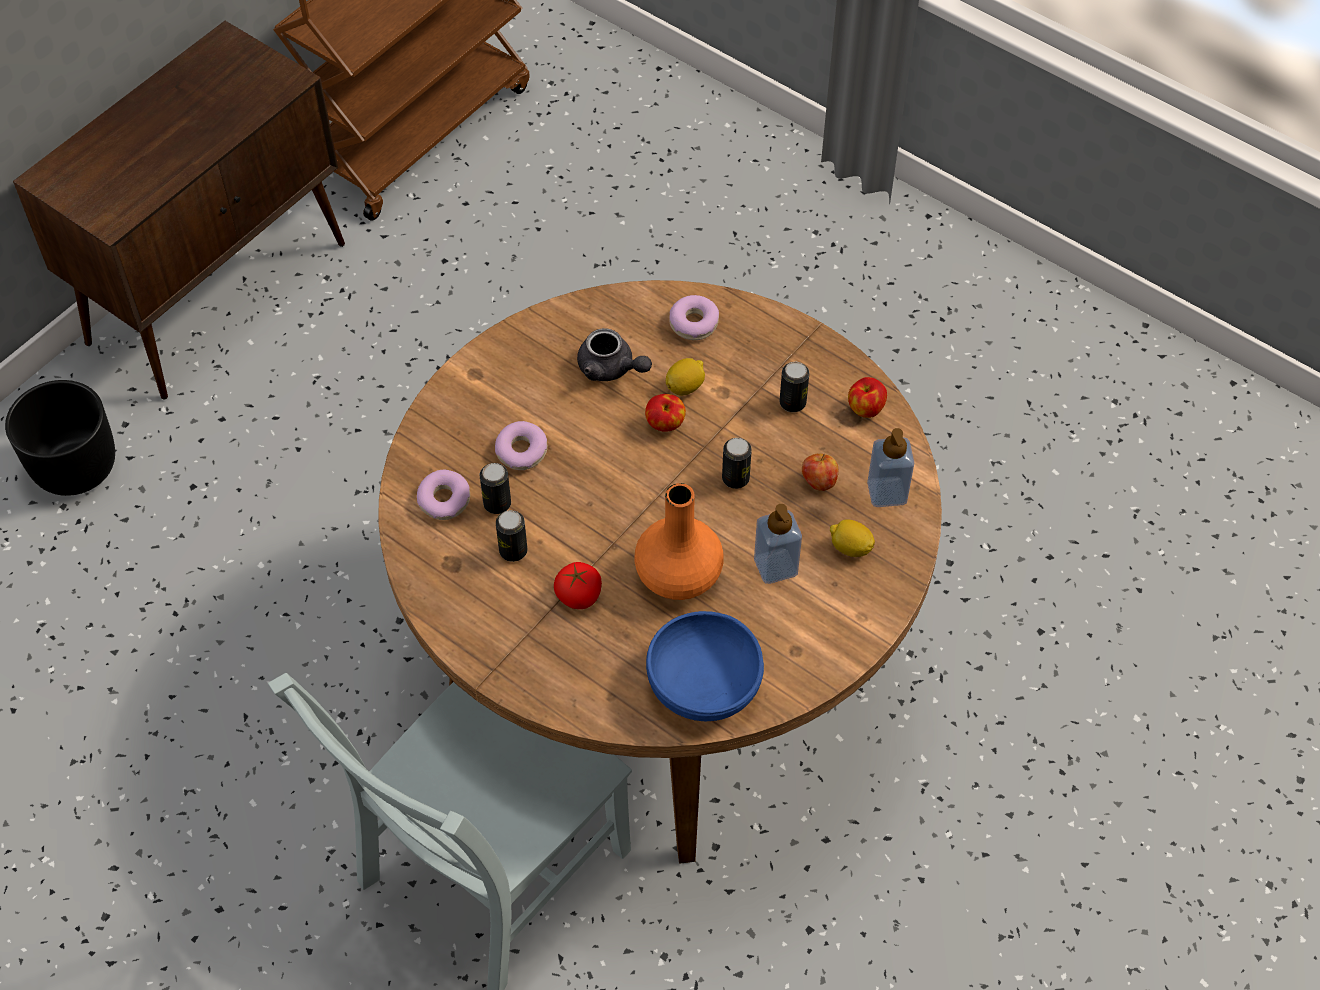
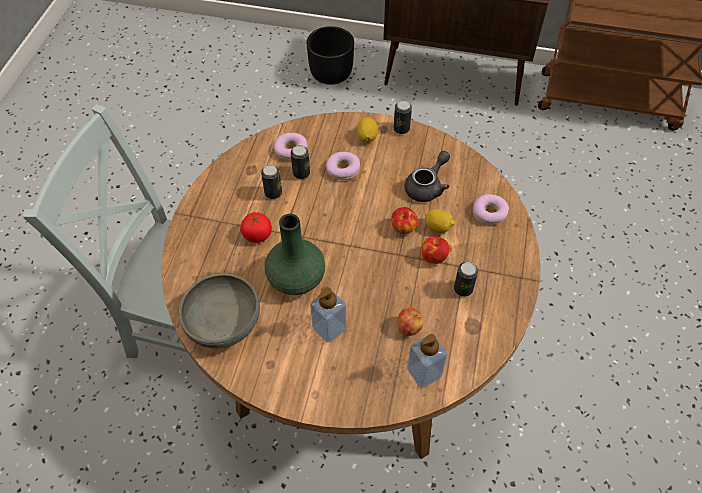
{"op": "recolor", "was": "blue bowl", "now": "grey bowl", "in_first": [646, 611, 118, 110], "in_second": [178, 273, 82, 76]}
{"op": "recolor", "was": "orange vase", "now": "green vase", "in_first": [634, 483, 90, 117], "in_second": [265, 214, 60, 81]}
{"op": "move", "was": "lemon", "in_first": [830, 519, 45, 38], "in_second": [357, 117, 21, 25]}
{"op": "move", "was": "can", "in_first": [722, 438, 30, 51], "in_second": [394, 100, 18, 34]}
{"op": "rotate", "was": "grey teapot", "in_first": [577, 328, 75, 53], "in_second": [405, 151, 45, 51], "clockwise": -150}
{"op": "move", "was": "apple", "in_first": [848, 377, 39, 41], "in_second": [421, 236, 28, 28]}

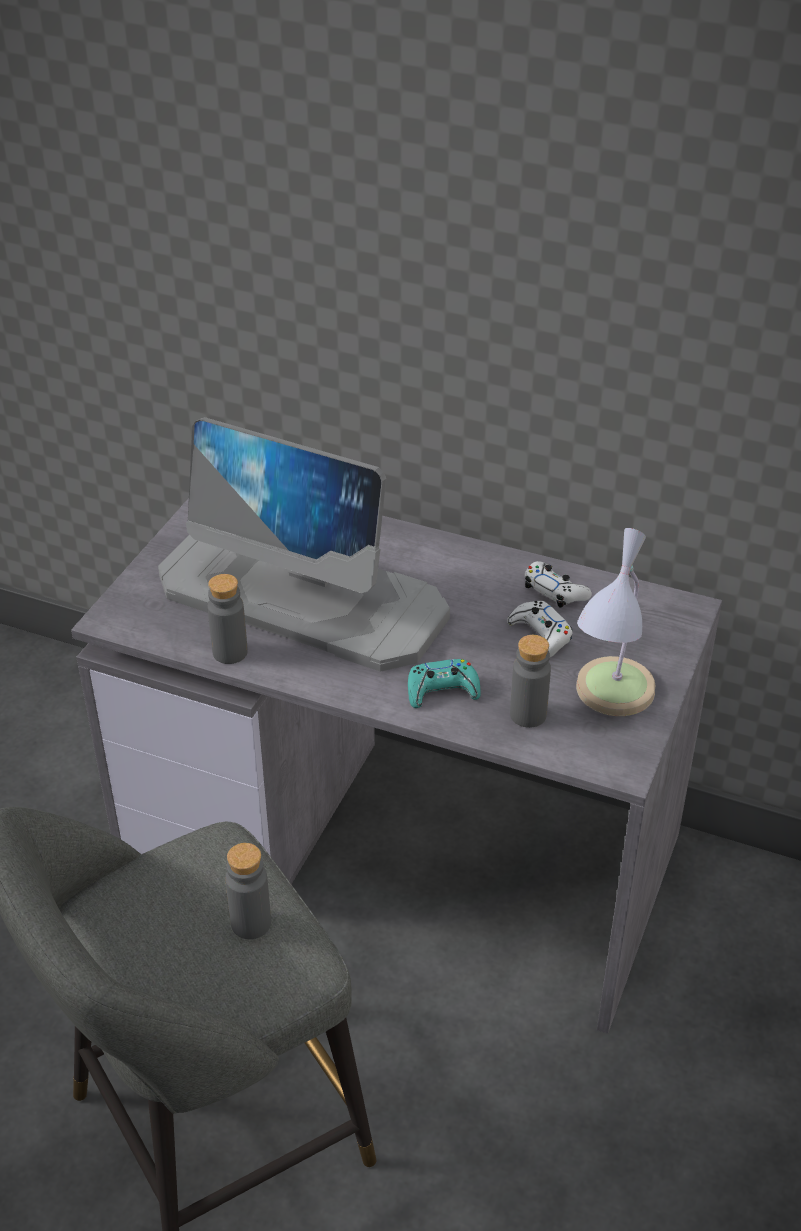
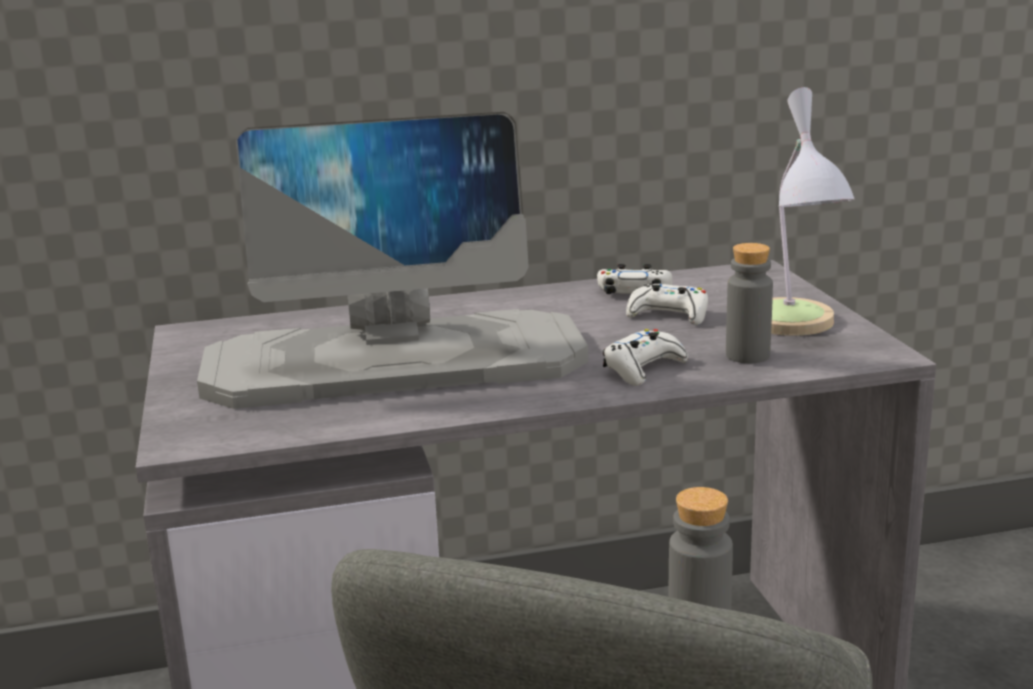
{"op": "recolor", "was": "turquoise game controller", "now": "white game controller", "in_first": [408, 659, 73, 49], "in_second": [603, 329, 85, 57]}
{"op": "delete", "was": "grey bottle", "in_first": [207, 574, 41, 90]}

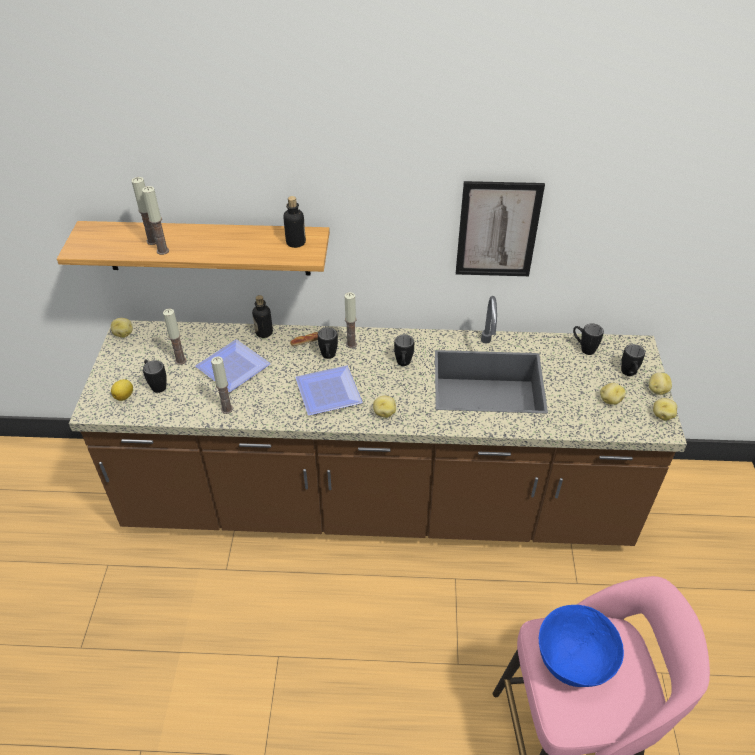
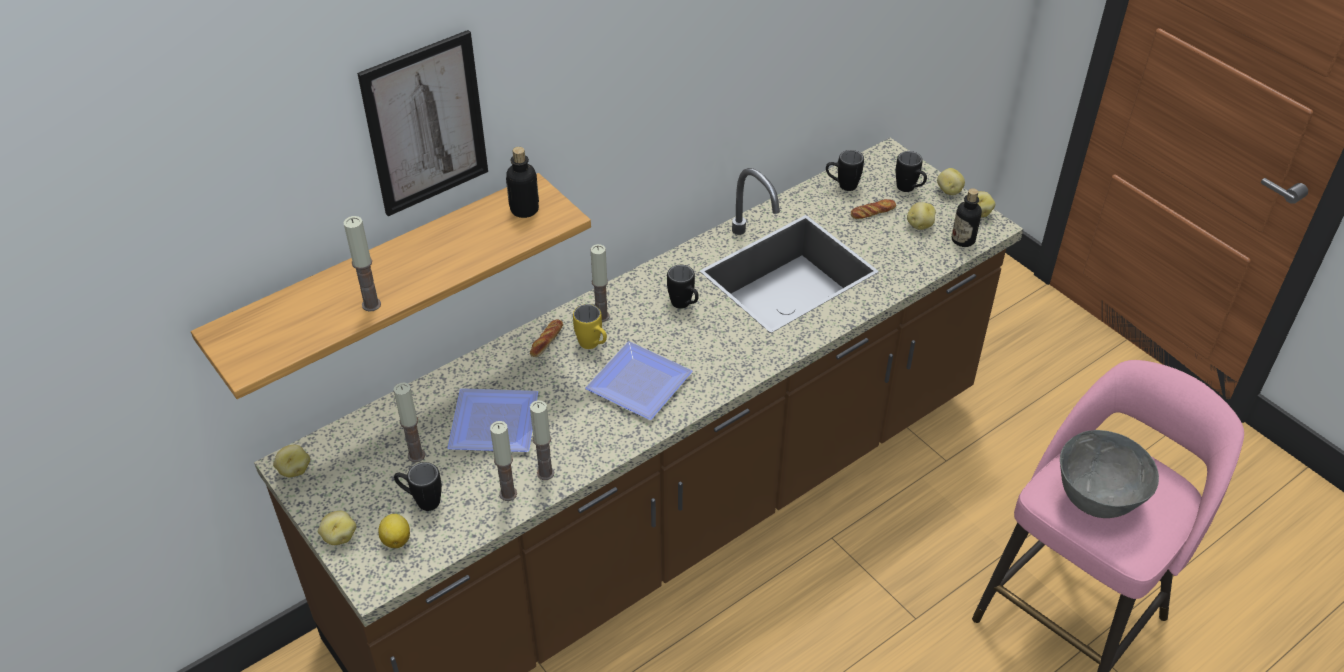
{"op": "move", "was": "potato", "in_first": [373, 396, 23, 22], "in_second": [318, 511, 38, 34]}
{"op": "move", "was": "picture", "in_first": [456, 181, 89, 95], "in_second": [357, 30, 131, 186]}
{"op": "move", "was": "candle", "in_first": [131, 177, 25, 68], "in_second": [490, 421, 27, 80]}
{"op": "recolor", "was": "black mug", "now": "yellow mug", "in_first": [318, 327, 20, 32], "in_second": [573, 304, 34, 45]}
{"op": "insert", "now": "bread", "in_second": [851, 199, 45, 20]}
{"op": "move", "was": "bottle", "in_first": [252, 295, 21, 43], "in_second": [952, 188, 30, 59]}
{"op": "recolor", "was": "blue bowl", "now": "grey bowl", "in_first": [539, 605, 85, 82], "in_second": [1060, 430, 99, 88]}

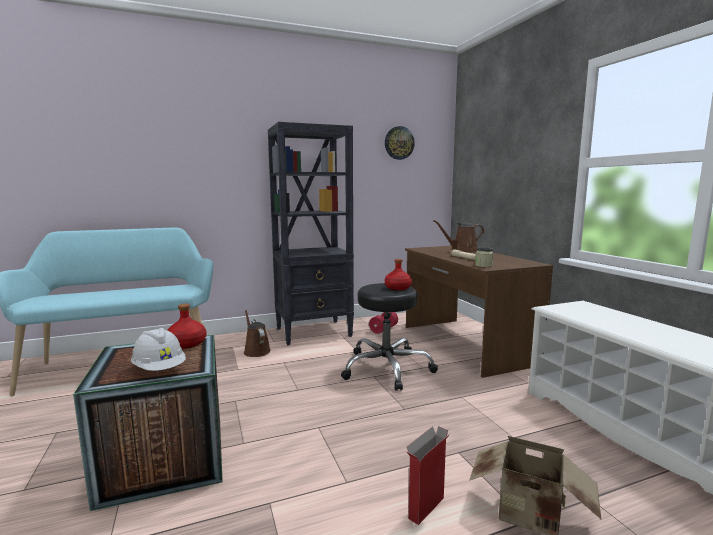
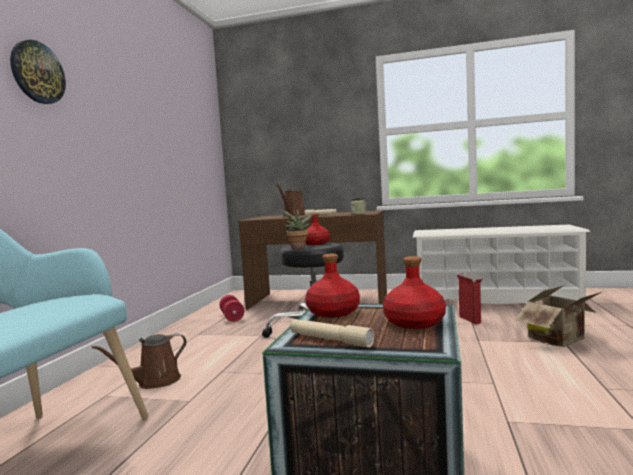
{"op": "move", "was": "wall clock", "in_first": [385, 126, 30, 34], "in_second": [10, 40, 56, 64]}
{"op": "rotate", "was": "brown watering can", "in_first": [244, 310, 27, 47], "in_second": [92, 333, 95, 56], "clockwise": -45}
{"op": "insert", "now": "potted plant", "in_second": [282, 208, 31, 41]}
{"op": "insert", "now": "beige flashlight", "in_second": [290, 319, 84, 29]}
{"op": "replace", "was": "white hard hat", "now": "red bottle", "in_first": [131, 328, 55, 43], "in_second": [383, 256, 63, 73]}
{"op": "move", "was": "cardboard box", "in_first": [407, 426, 43, 99], "in_second": [456, 273, 26, 51]}
{"op": "delete", "was": "black bookcase", "in_first": [268, 122, 86, 223]}

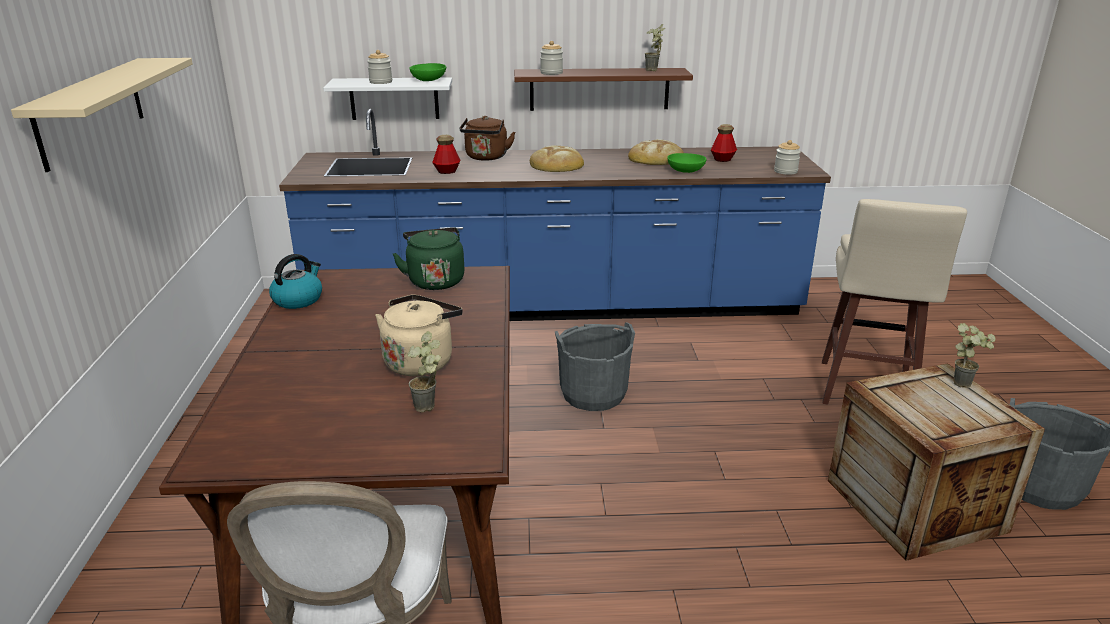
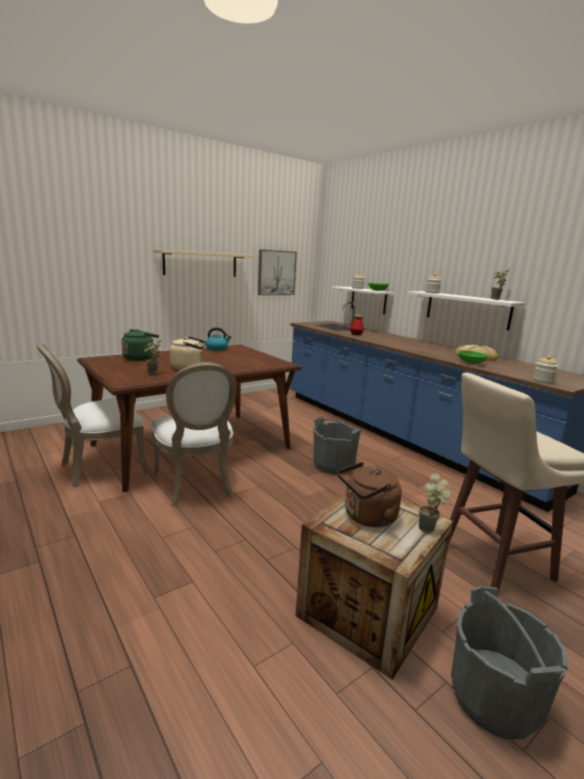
{"op": "move", "was": "green kettle", "in_first": [393, 227, 72, 63], "in_second": [121, 329, 38, 31]}
{"op": "insert", "now": "white chair", "in_second": [151, 362, 86, 144]}
{"op": "insert", "now": "picture", "in_second": [258, 249, 39, 46]}
{"op": "move", "was": "brown kettle", "in_first": [460, 116, 55, 45], "in_second": [338, 462, 64, 65]}
{"op": "recolor", "was": "brown shelf", "now": "white shelf", "in_first": [514, 68, 179, 43], "in_second": [408, 291, 118, 39]}
{"op": "delete", "was": "bread", "in_first": [530, 145, 54, 27]}
{"op": "delete", "was": "bottle", "in_first": [711, 124, 26, 38]}

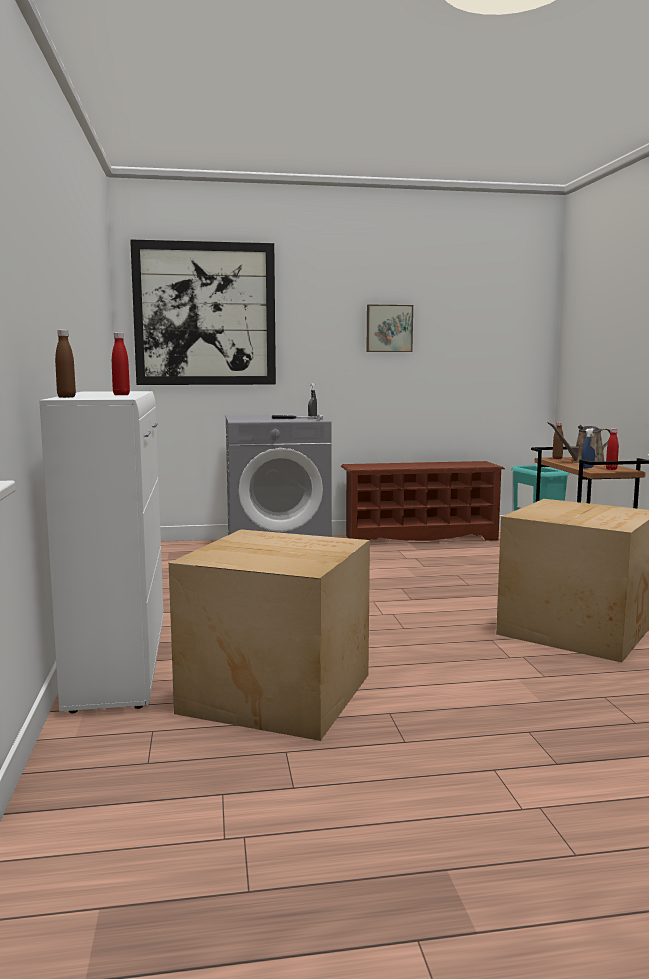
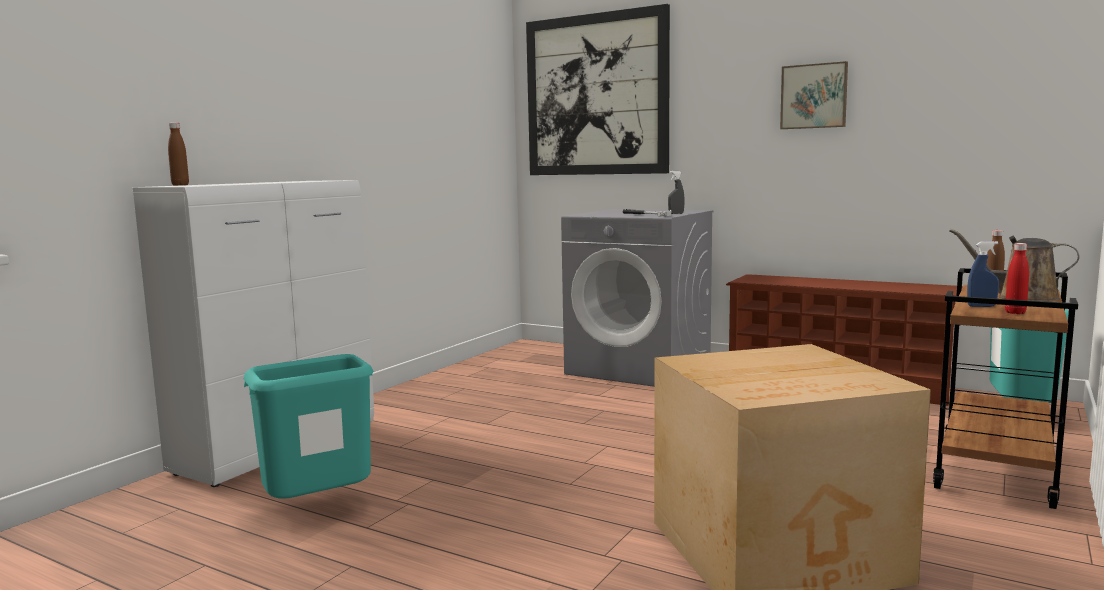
{"op": "replace", "was": "cardboard box", "now": "turquoise trash can", "in_first": [169, 529, 201, 212], "in_second": [244, 354, 130, 156]}
{"op": "delete", "was": "red bottle", "in_first": [112, 332, 18, 63]}

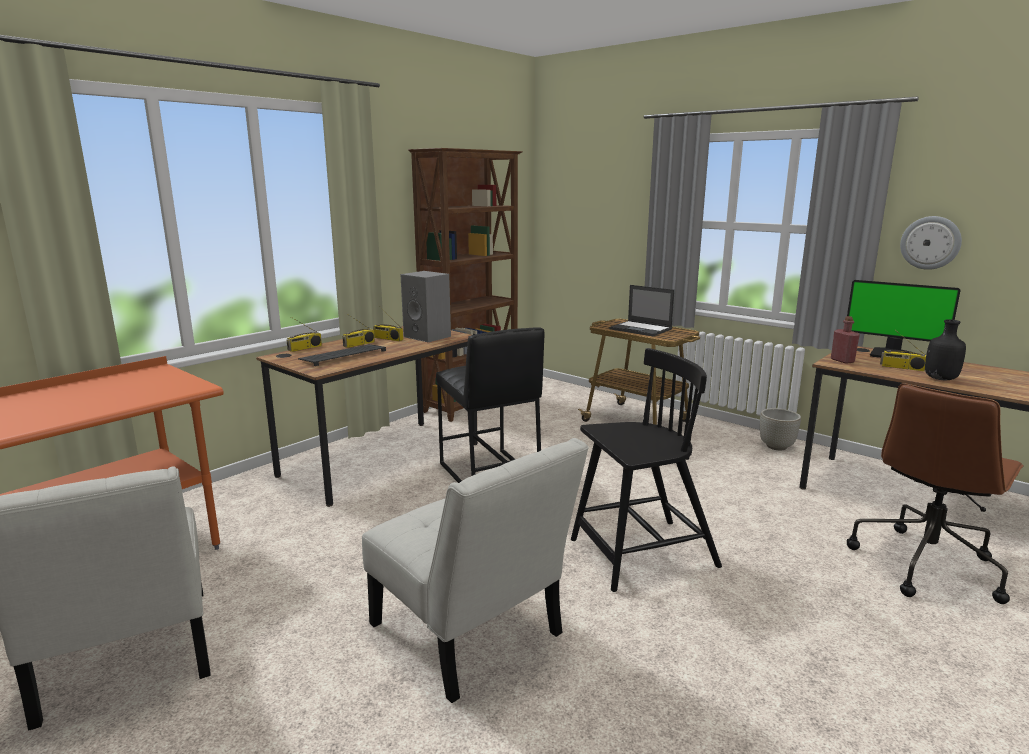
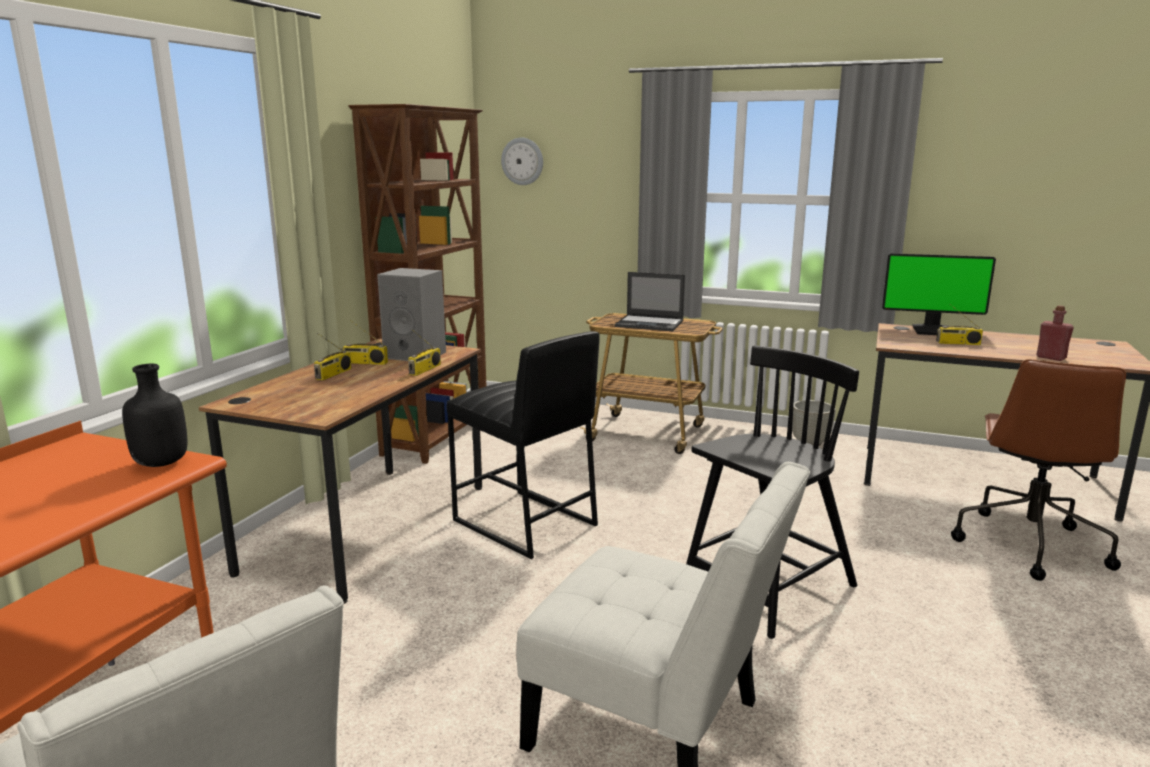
{"op": "move", "was": "black bottle", "in_first": [925, 320, 41, 60], "in_second": [122, 364, 65, 103]}
{"op": "move", "was": "radio", "in_first": [287, 317, 35, 35], "in_second": [408, 329, 33, 47]}
{"op": "move", "was": "wall clock", "in_first": [900, 216, 62, 54], "in_second": [501, 137, 42, 48]}
{"op": "move", "was": "red bottle", "in_first": [831, 316, 29, 48], "in_second": [1036, 305, 38, 56]}
{"op": "delete", "was": "keyboard", "in_first": [298, 344, 88, 22]}

